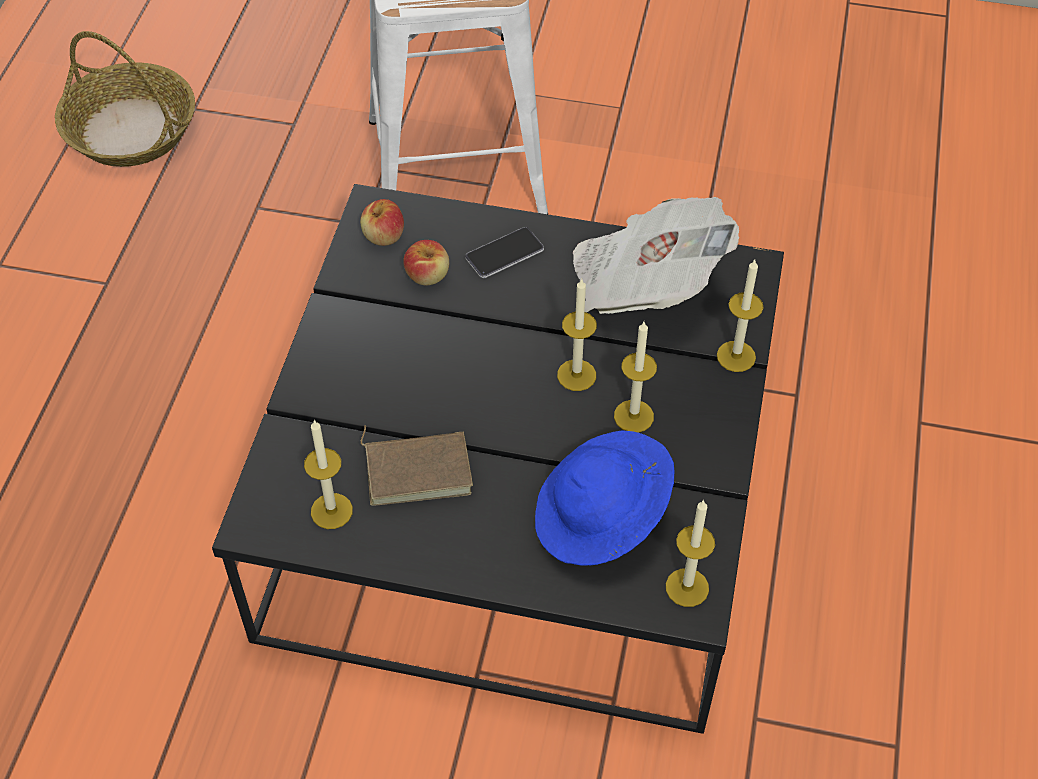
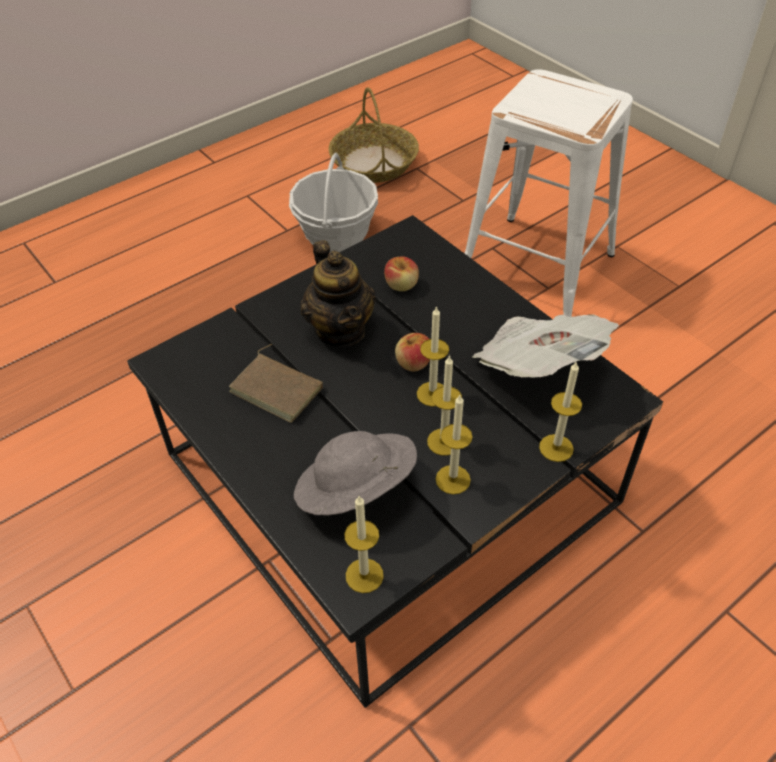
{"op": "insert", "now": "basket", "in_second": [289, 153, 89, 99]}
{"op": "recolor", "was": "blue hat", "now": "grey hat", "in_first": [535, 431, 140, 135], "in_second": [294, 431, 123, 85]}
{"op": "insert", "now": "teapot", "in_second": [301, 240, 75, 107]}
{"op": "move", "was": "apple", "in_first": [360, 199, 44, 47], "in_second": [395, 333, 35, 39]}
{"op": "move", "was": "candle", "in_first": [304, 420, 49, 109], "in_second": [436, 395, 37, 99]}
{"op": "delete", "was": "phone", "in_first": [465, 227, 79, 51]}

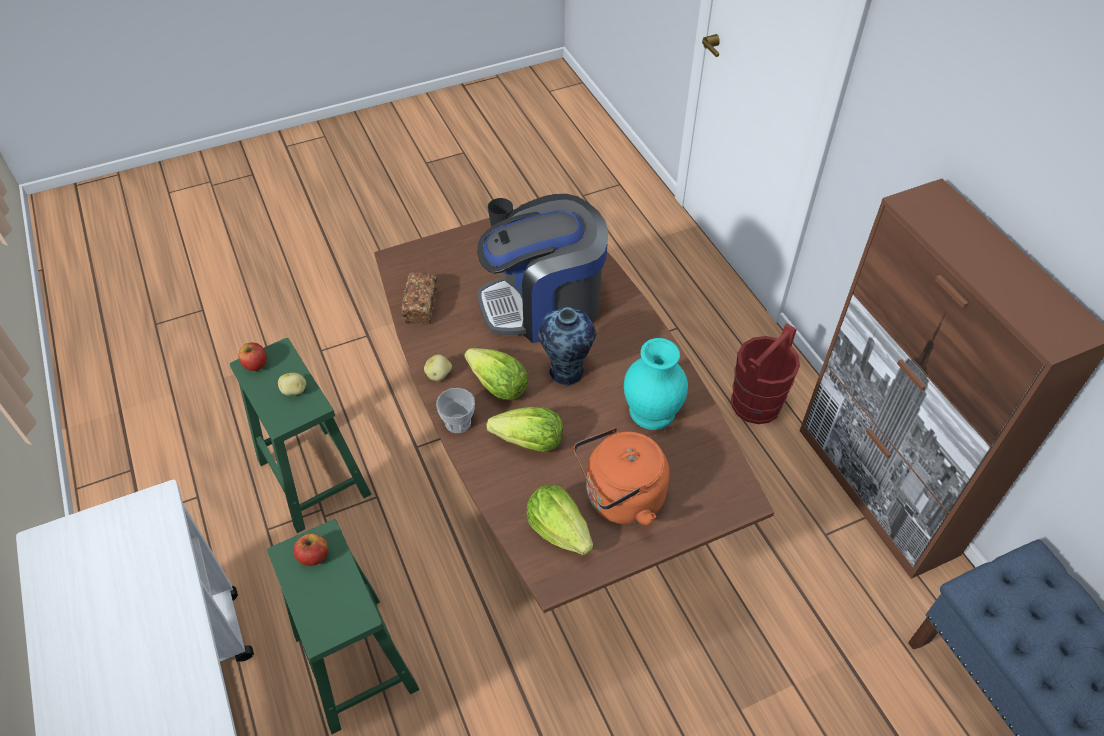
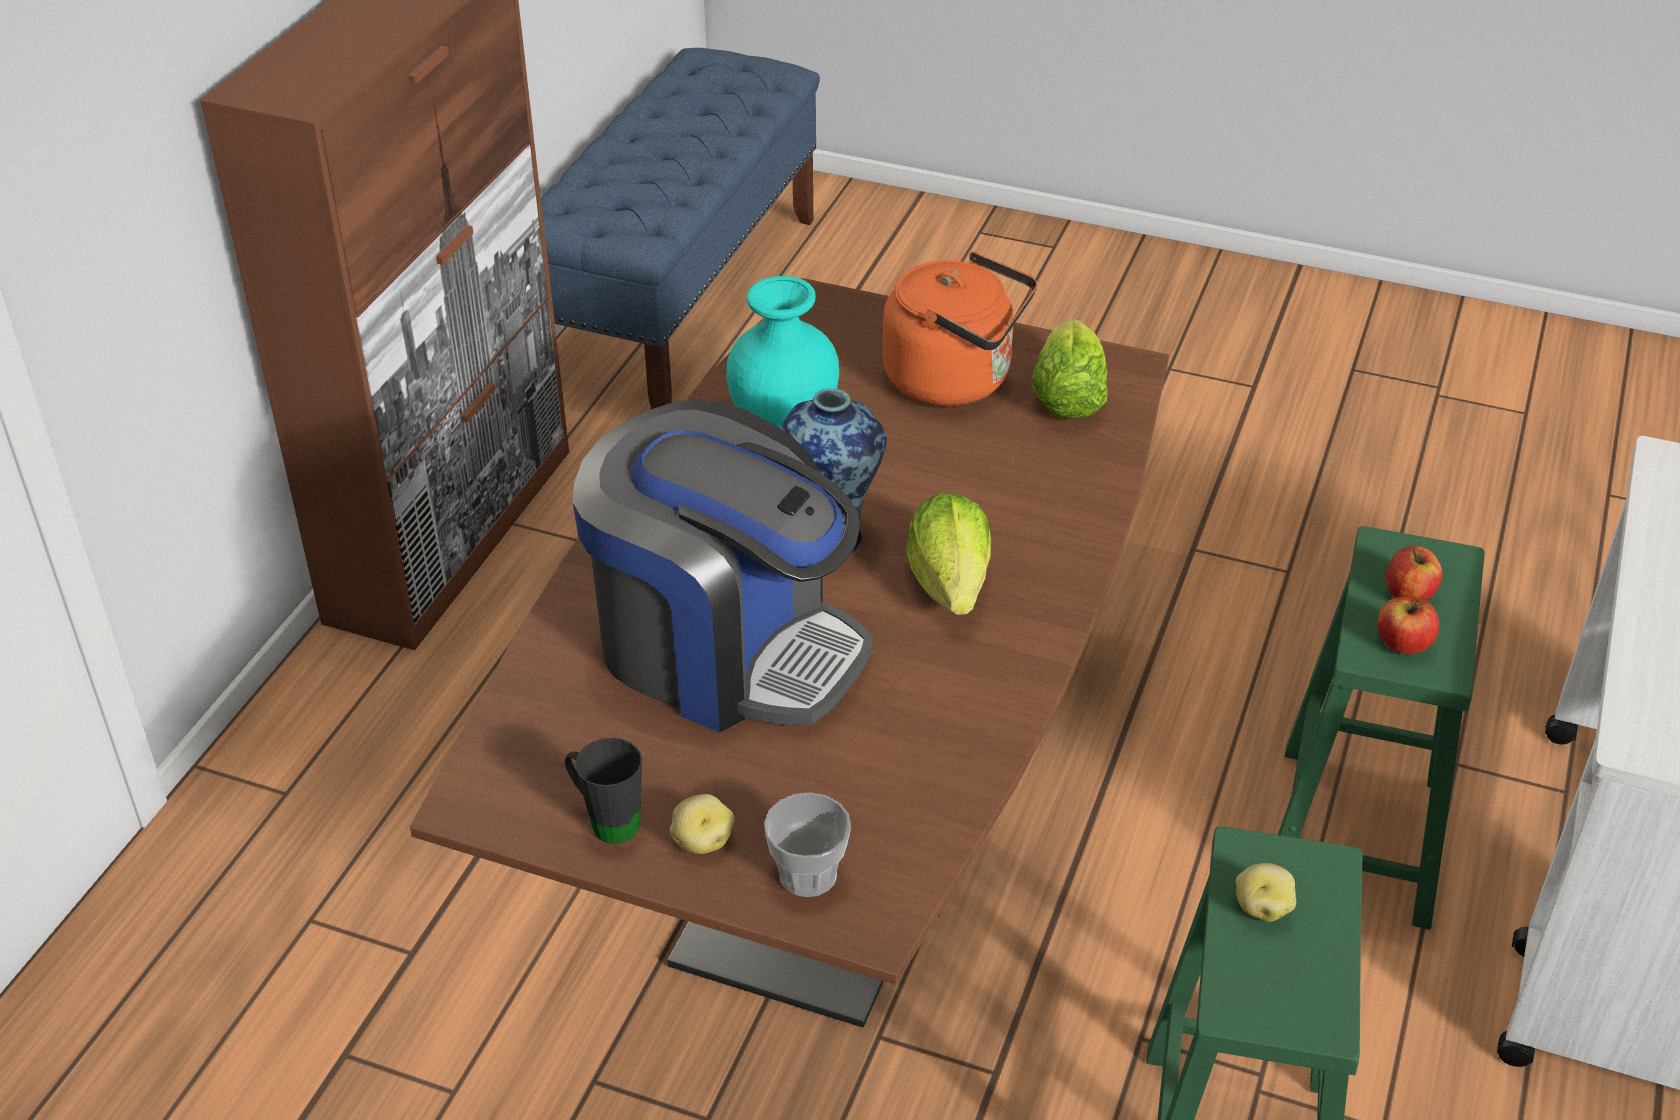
{"op": "move", "was": "potato", "in_first": [424, 354, 28, 27], "in_second": [670, 794, 65, 60]}
{"op": "move", "was": "cup", "in_first": [436, 388, 39, 45], "in_second": [764, 792, 87, 105]}
{"op": "move", "was": "apple", "in_first": [238, 342, 29, 29], "in_second": [1386, 546, 57, 55]}
{"op": "delete", "was": "bread", "in_first": [401, 271, 37, 54]}
{"op": "delete", "was": "lettuce", "in_first": [486, 407, 77, 45]}
{"op": "delete", "was": "red bucket", "in_first": [731, 323, 69, 101]}

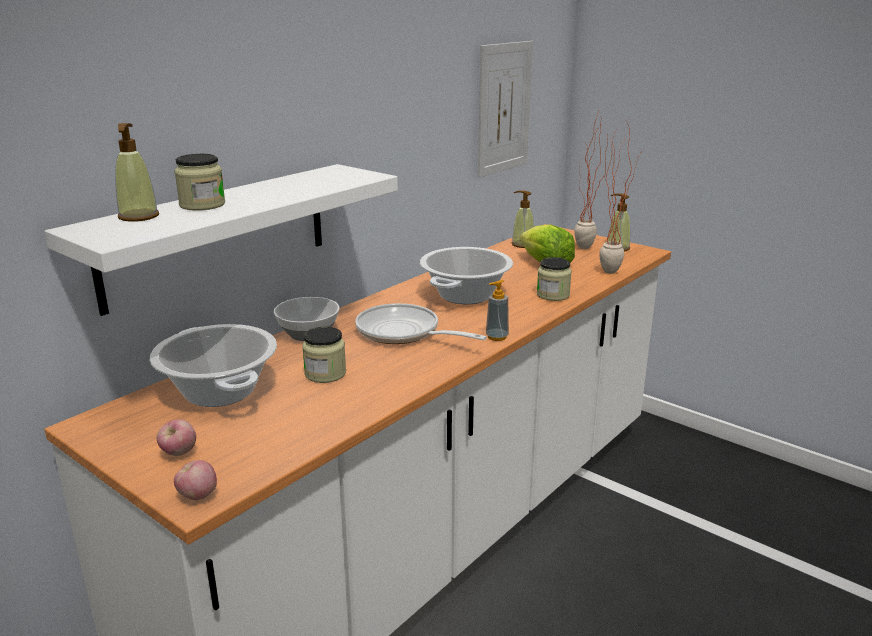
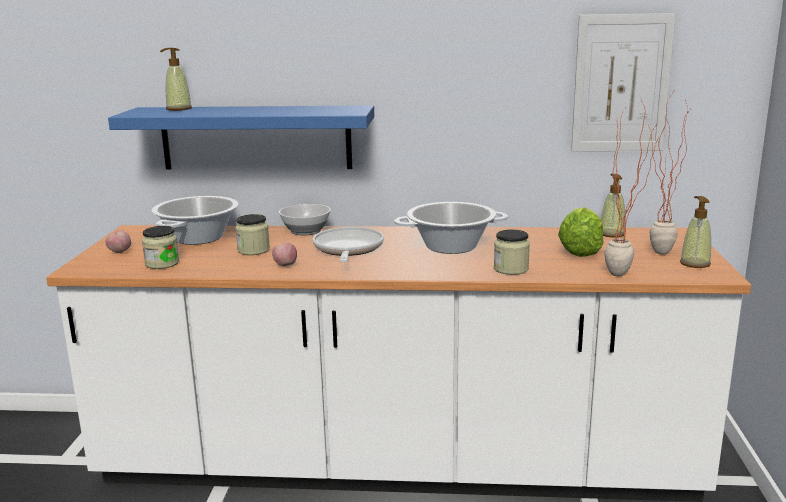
{"op": "recolor", "was": "white shelf", "now": "blue shelf", "in_first": [44, 164, 354, 152], "in_second": [108, 105, 266, 65]}
{"op": "move", "was": "jar", "in_first": [174, 154, 51, 57], "in_second": [142, 226, 38, 43]}
{"op": "move", "was": "apple", "in_first": [174, 460, 43, 40], "in_second": [272, 243, 25, 23]}
{"op": "delete", "was": "soap dispenser", "in_first": [486, 280, 23, 61]}

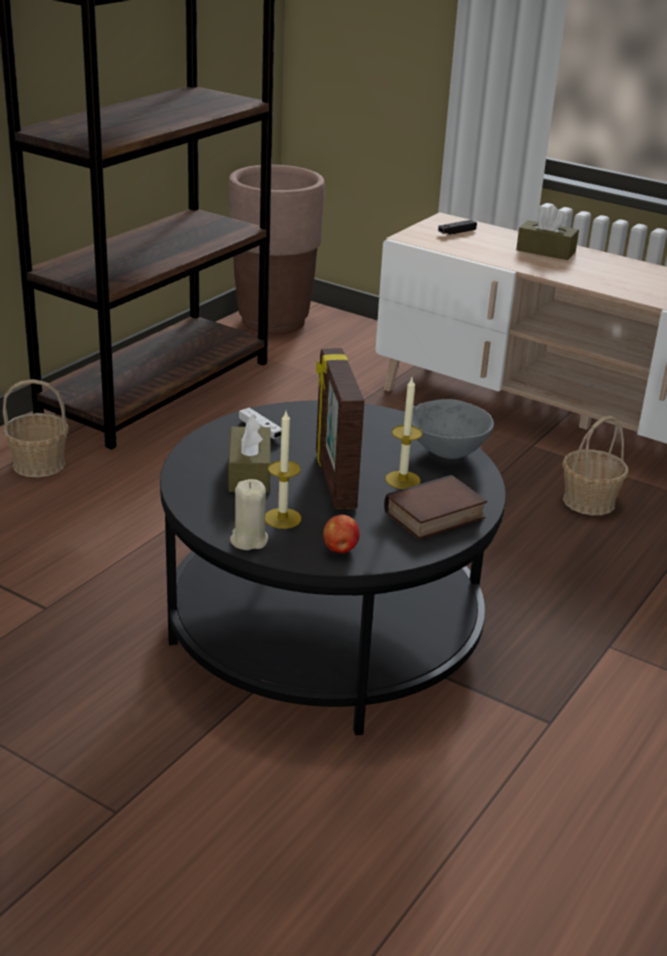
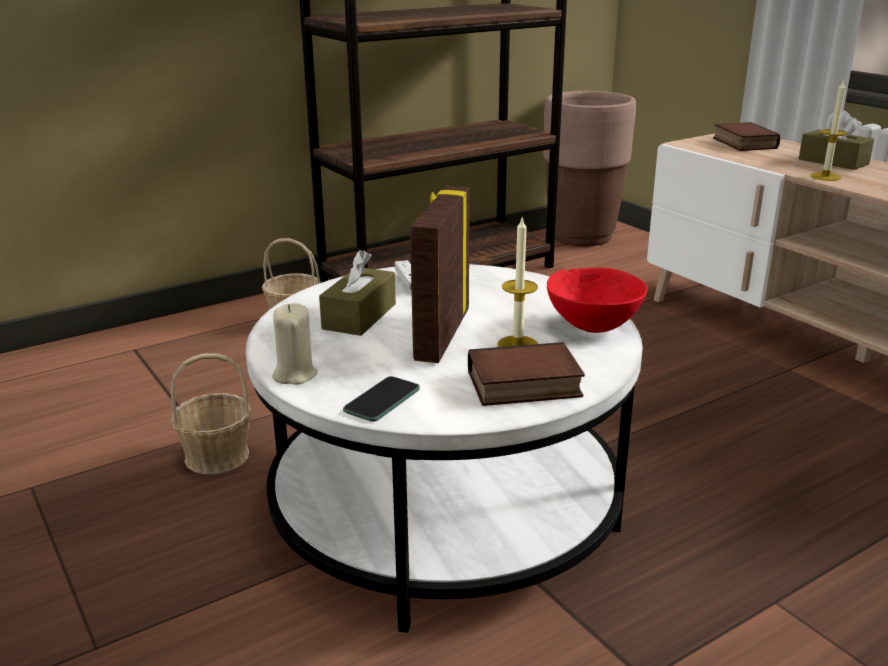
{"op": "move", "was": "basket", "in_first": [562, 416, 66, 99], "in_second": [170, 353, 82, 121]}
{"op": "recolor", "was": "black coffee table", "now": "white coffee table", "in_first": [160, 400, 346, 336], "in_second": [246, 264, 397, 369]}
{"op": "replace", "was": "apple", "now": "phone", "in_first": [323, 515, 37, 39], "in_second": [343, 376, 77, 46]}
{"op": "recolor", "was": "grey bowl", "now": "red bowl", "in_first": [412, 399, 82, 60], "in_second": [547, 267, 100, 66]}
{"op": "replace", "was": "black game controller", "now": "book", "in_first": [438, 220, 39, 15], "in_second": [713, 122, 67, 29]}
{"op": "move", "was": "candle", "in_first": [265, 411, 36, 118], "in_second": [810, 79, 38, 102]}

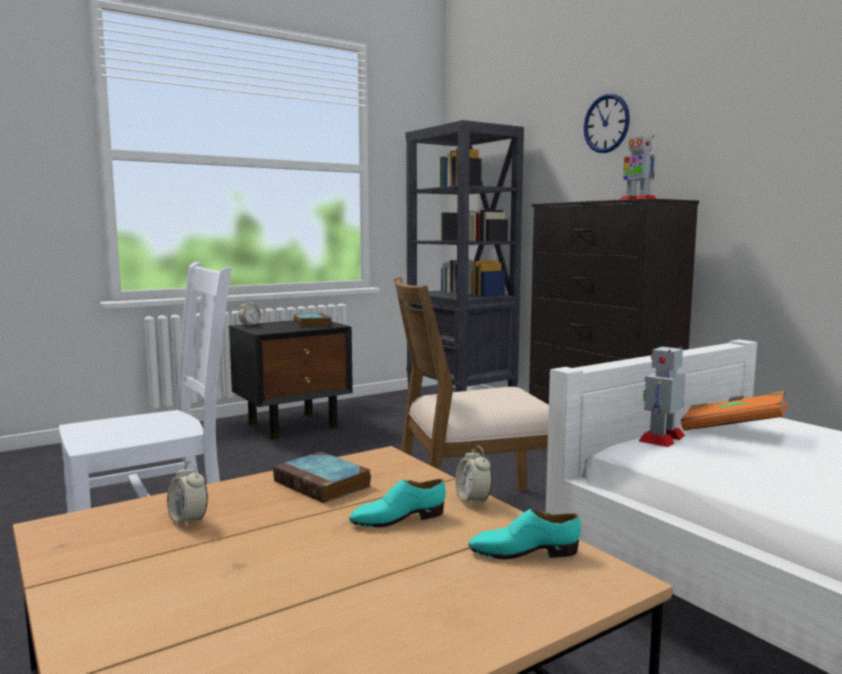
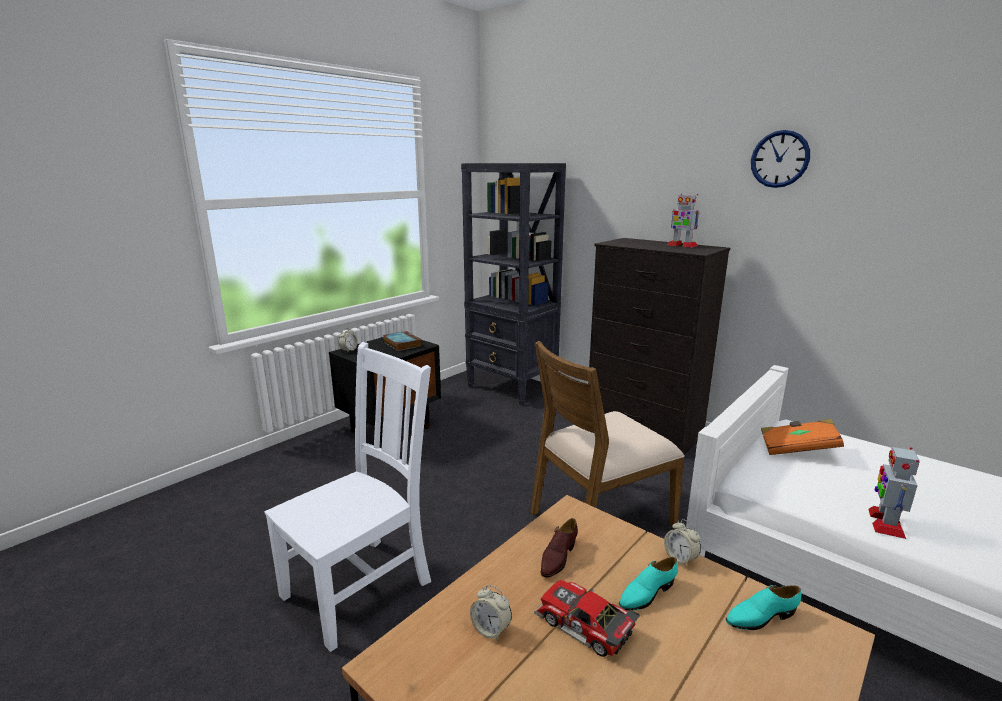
{"op": "insert", "now": "toy car", "in_second": [534, 580, 106, 77]}
{"op": "replace", "was": "book", "now": "brown shoe", "in_first": [273, 452, 98, 51], "in_second": [541, 518, 37, 60]}
{"op": "move", "was": "wall clock", "in_first": [583, 94, 47, 59], "in_second": [751, 130, 59, 58]}
{"op": "move", "was": "toy robot", "in_first": [639, 346, 46, 101], "in_second": [868, 447, 52, 92]}

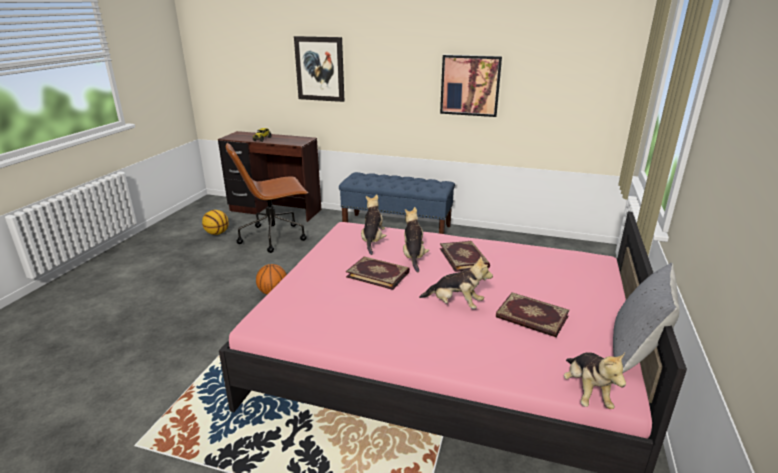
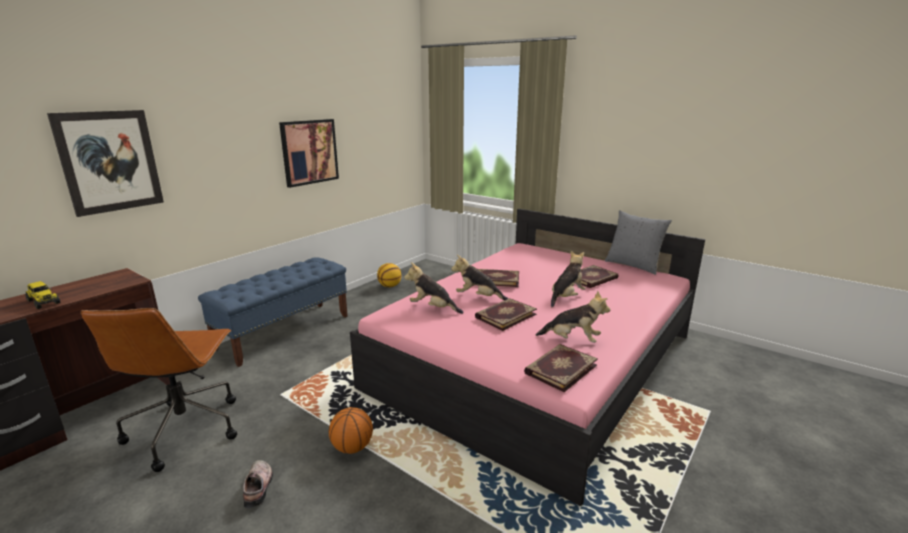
{"op": "insert", "now": "shoe", "in_second": [243, 460, 30, 48]}
{"op": "move", "was": "basketball", "in_first": [202, 210, 27, 25], "in_second": [377, 263, 24, 24]}
{"op": "insert", "now": "book", "in_second": [524, 344, 74, 48]}
{"op": "move", "was": "plush toy", "in_first": [564, 352, 62, 57], "in_second": [536, 291, 74, 52]}

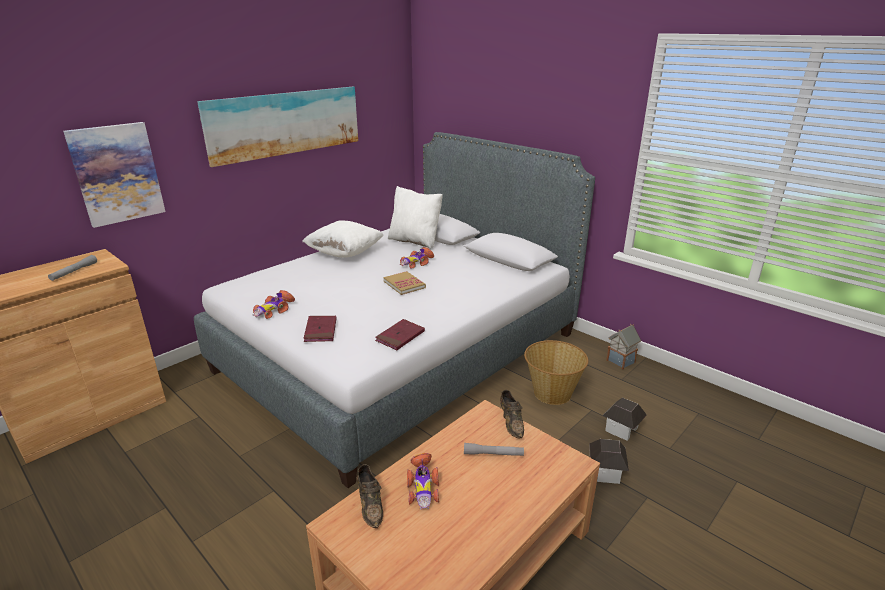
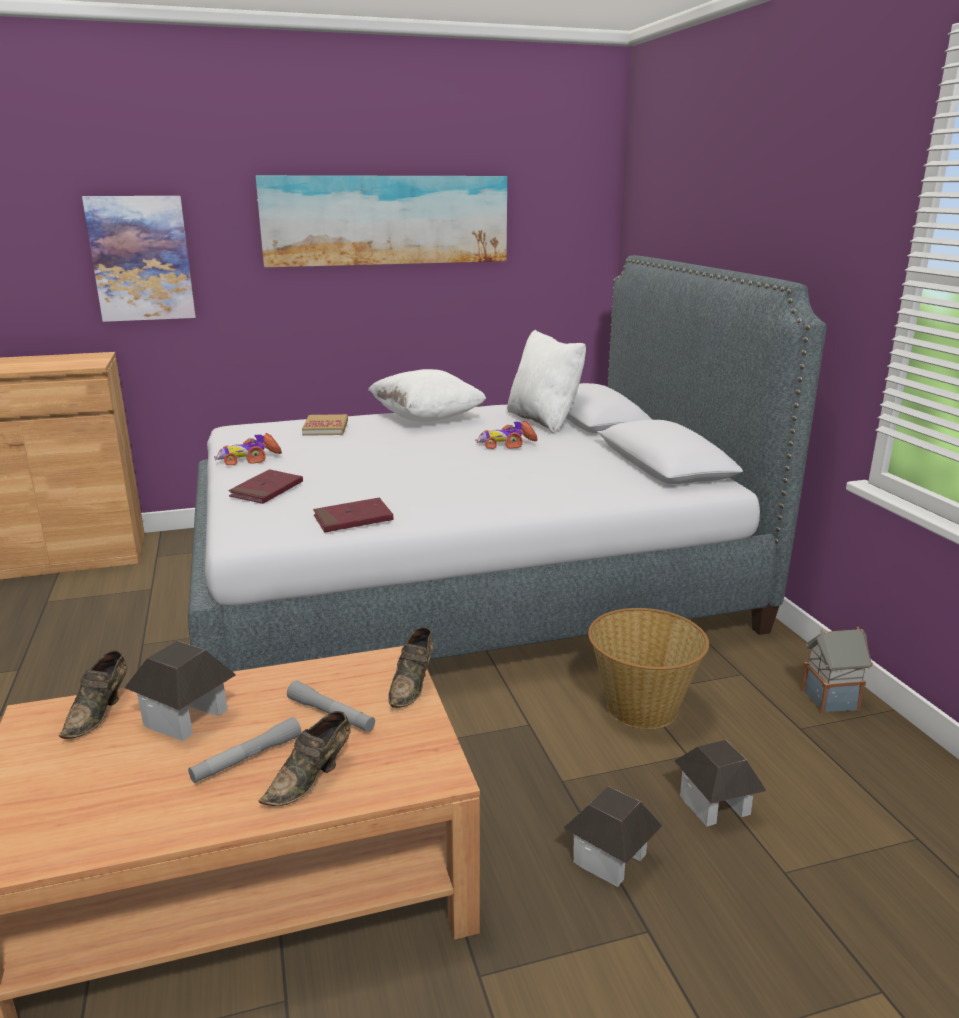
{"op": "replace", "was": "toy car", "now": "toy house", "in_first": [407, 453, 32, 57], "in_second": [124, 641, 112, 100]}
{"op": "move", "was": "grey flashlight", "in_first": [48, 255, 49, 26], "in_second": [188, 717, 113, 66]}
{"op": "insert", "now": "brown shoe", "in_second": [258, 711, 93, 95]}
{"op": "move", "was": "book", "in_first": [383, 271, 43, 24], "in_second": [302, 414, 46, 22]}

